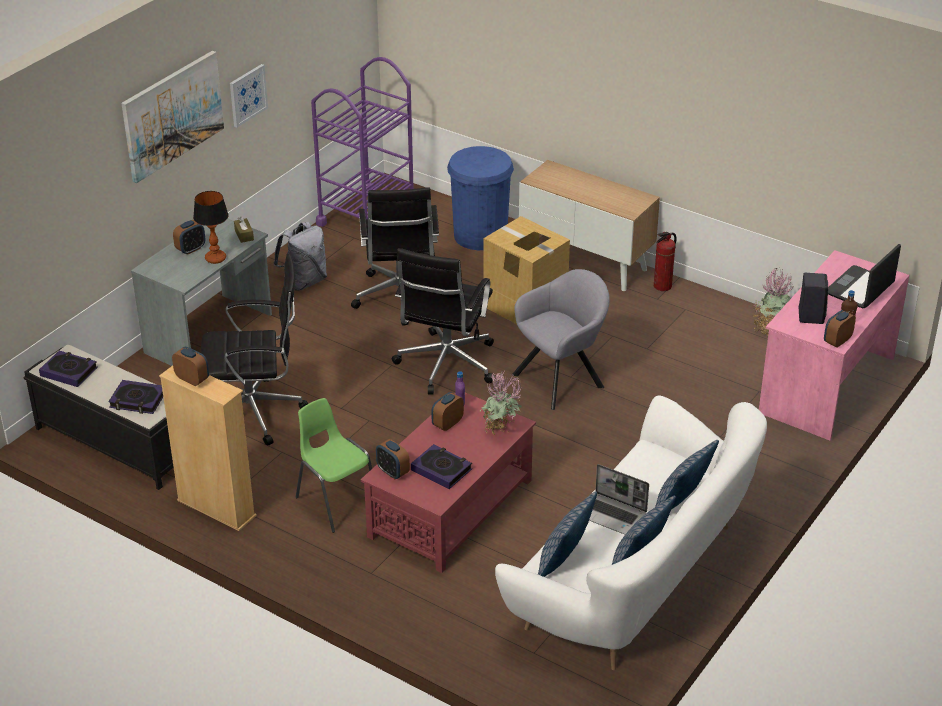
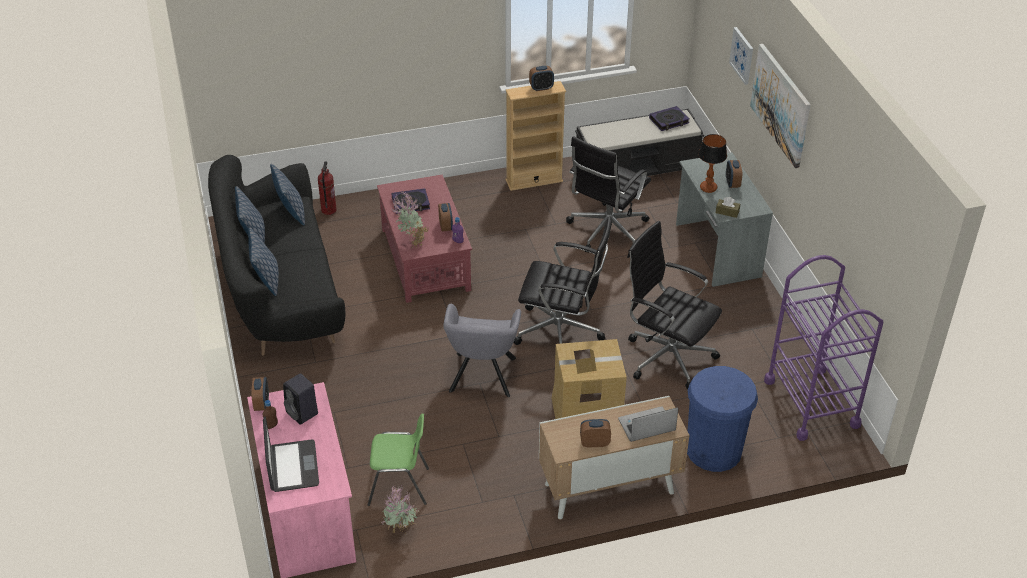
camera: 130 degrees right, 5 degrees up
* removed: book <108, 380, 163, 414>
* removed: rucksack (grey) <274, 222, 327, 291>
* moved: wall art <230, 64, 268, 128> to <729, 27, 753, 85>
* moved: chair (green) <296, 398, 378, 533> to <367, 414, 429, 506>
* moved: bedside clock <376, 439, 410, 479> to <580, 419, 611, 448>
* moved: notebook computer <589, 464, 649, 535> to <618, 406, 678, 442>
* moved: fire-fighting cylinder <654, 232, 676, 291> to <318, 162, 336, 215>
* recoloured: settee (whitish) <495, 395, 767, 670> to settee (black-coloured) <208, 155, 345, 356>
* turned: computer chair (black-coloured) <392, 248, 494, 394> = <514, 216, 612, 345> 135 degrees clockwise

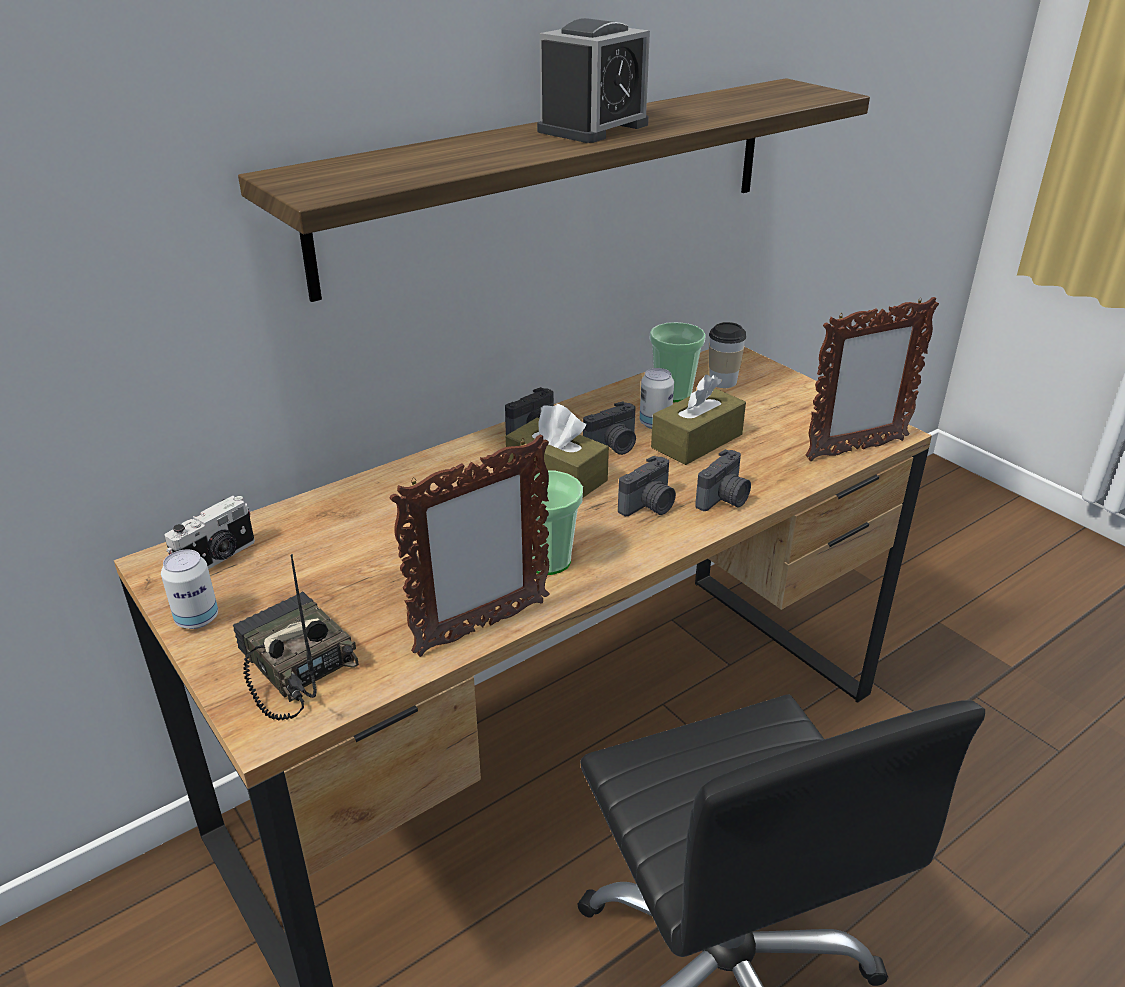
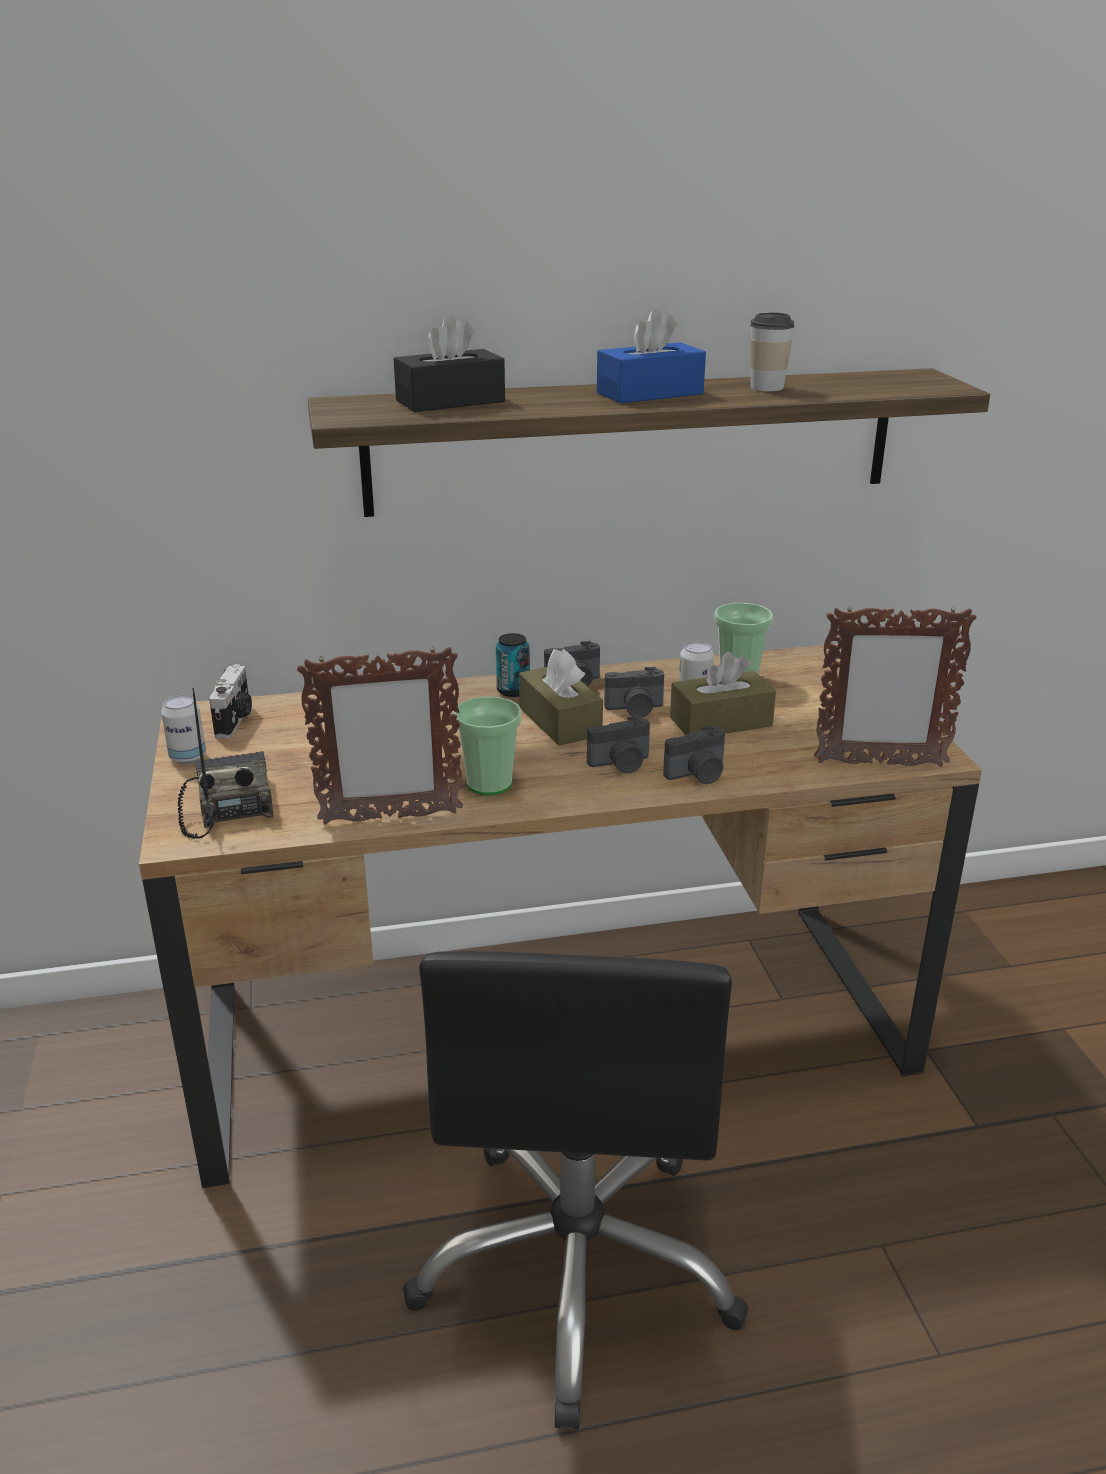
camera: 25 degrees right, 5 degrees down
* added: tissue holder (black-coloured) <394, 314, 505, 412>
* added: sealed can <496, 633, 530, 697>
* moved: small cup <709, 322, 747, 388> to <750, 312, 795, 391>
* replaced: bedside clock <537, 18, 650, 143> to tissue holder (bluish) <597, 308, 706, 404>
* turned: photo camera <164, 496, 255, 569> = <209, 664, 252, 739> 60 degrees counterclockwise

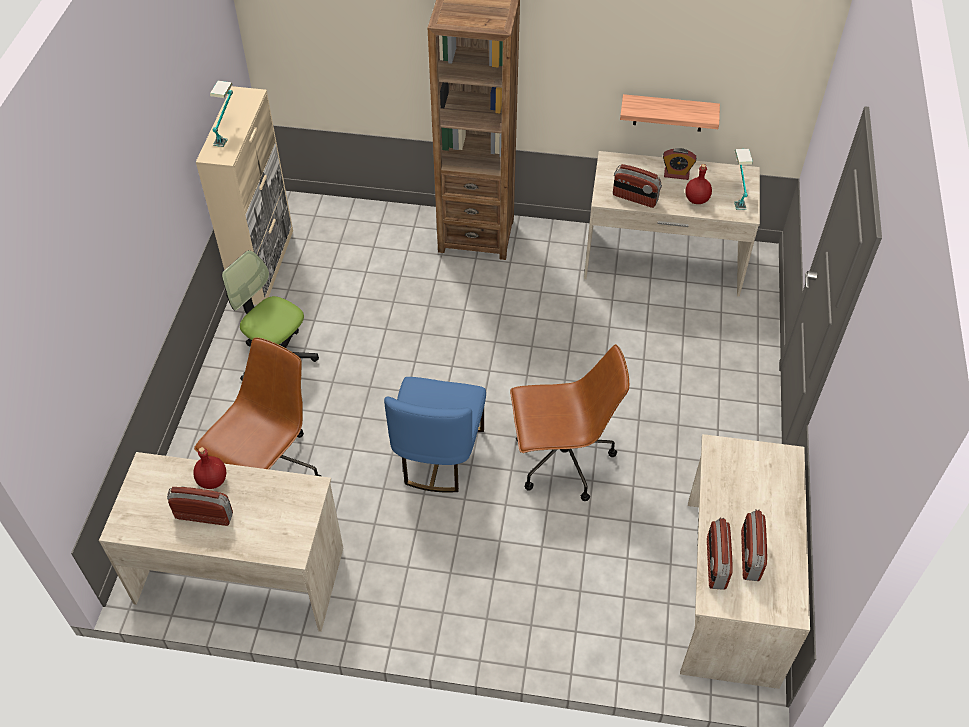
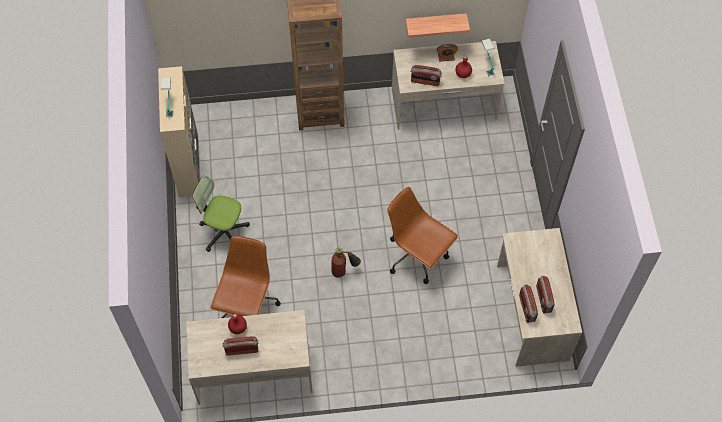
camera: 15 degrees left, 10 degrees up
* replaced: chair (bluish) <384, 377, 486, 492> to fire-fighting cylinder <331, 247, 361, 278>
* turned: computer chair (brown-coloured) <510, 344, 629, 501> = <387, 187, 458, 284> 120 degrees counterclockwise

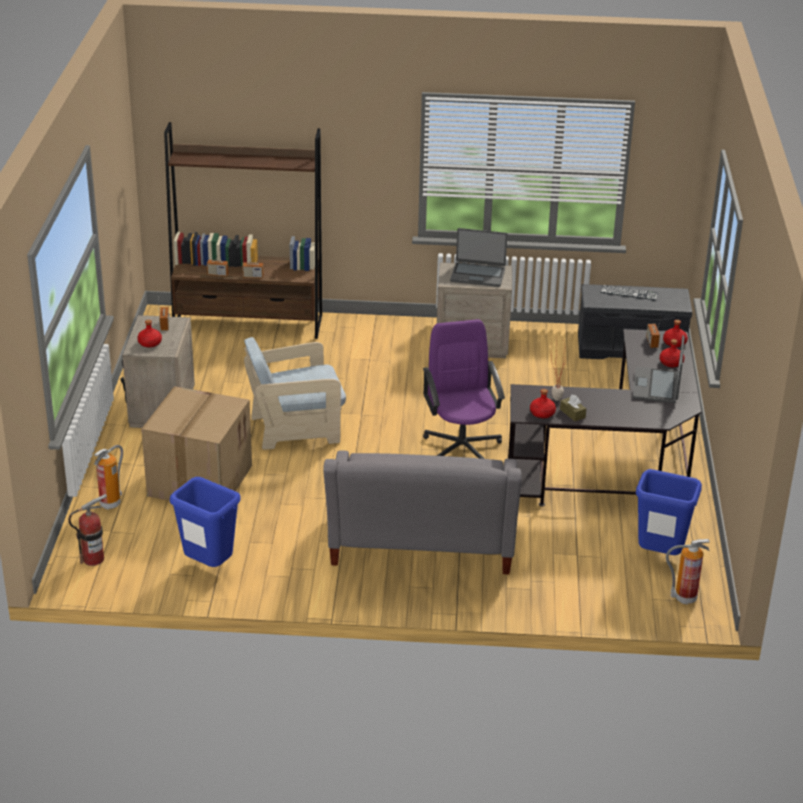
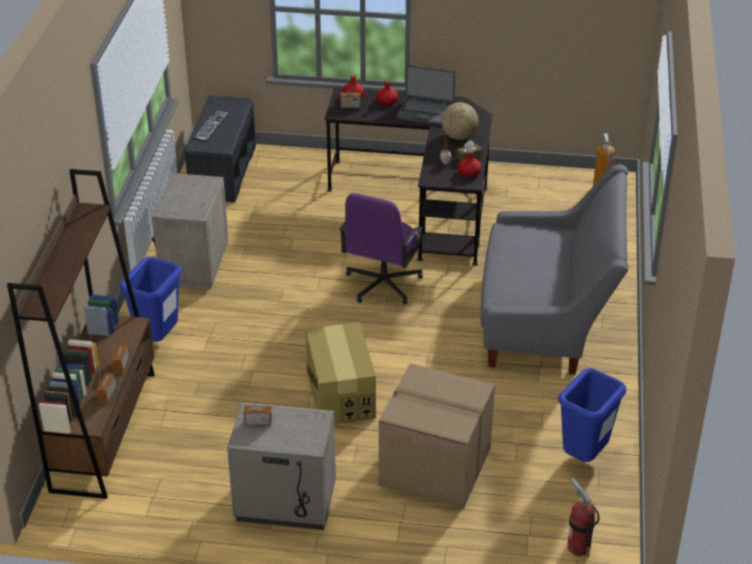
camera: 85 degrees left, 5 degrees up
* removed: fire-fighting cylinder <94, 445, 123, 509>
* removed: drink bottle (red-coloured) <137, 320, 162, 348>
* removed: notebook computer <450, 228, 507, 287>
* added: desk globe <441, 102, 478, 140>
* moved: rubbish bin (bluish) <636, 469, 702, 555> to <120, 257, 182, 342>
* replaced: armchair (beige-coloured) <244, 337, 346, 450> to cardboard box <305, 322, 376, 424>
* turned: computer chair (purple) <423, 319, 505, 459> = <339, 193, 424, 305> 60 degrees counterclockwise

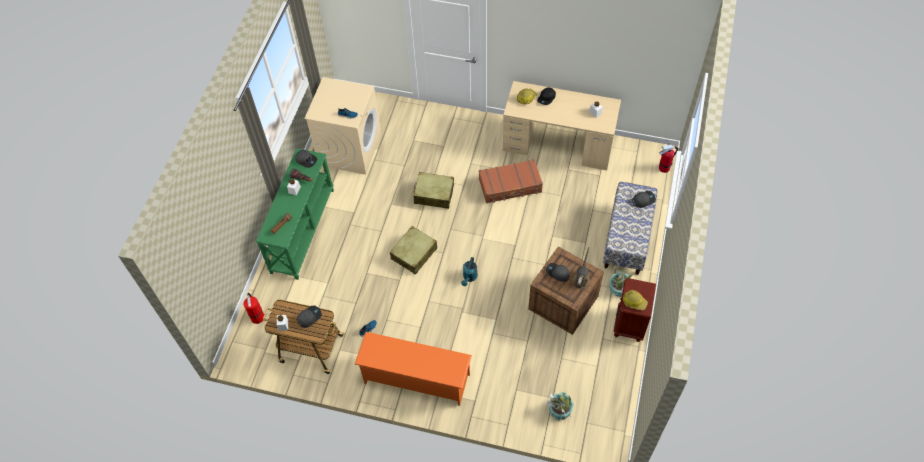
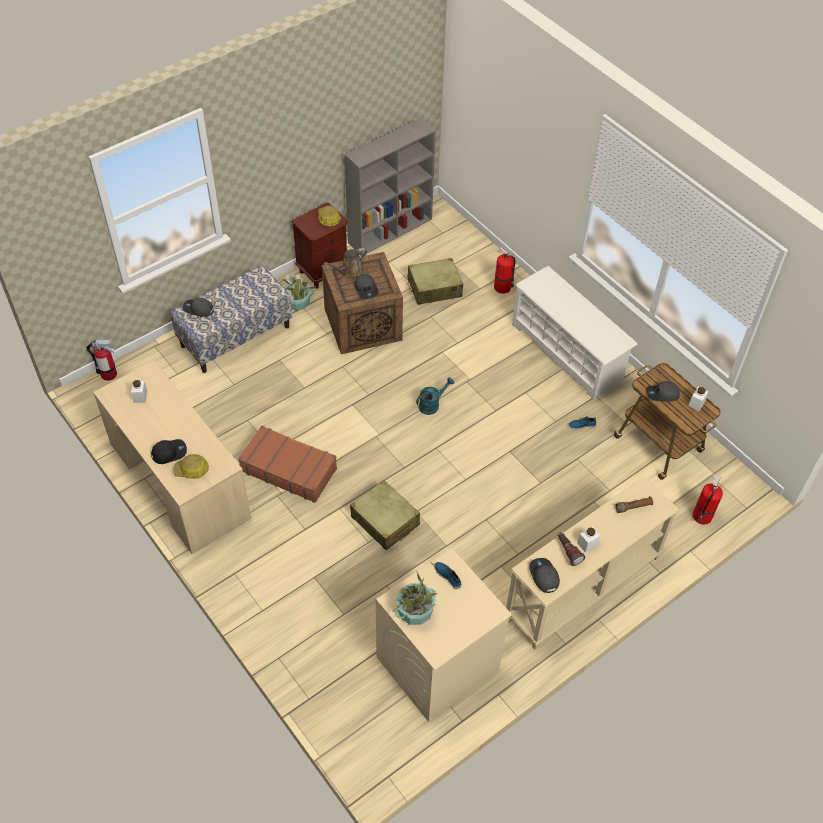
camera: 145 degrees left, 5 degrees down
* added: bookshelf (grey) <344, 118, 436, 256>
* added: fire-fighting cylinder <494, 247, 516, 294>
* moved: travel case (beige-coloured) <390, 226, 437, 275> to <408, 258, 463, 305>
* moved: potted plant <547, 392, 574, 421> to <392, 572, 438, 625>
* recoloured: console table (green) <256, 148, 334, 280> to console table (beige-coloured) <506, 477, 679, 650>
* recoloured: shoe stand (orange-coloured) <355, 332, 472, 406> to shoe stand (whitish) <512, 266, 638, 400>

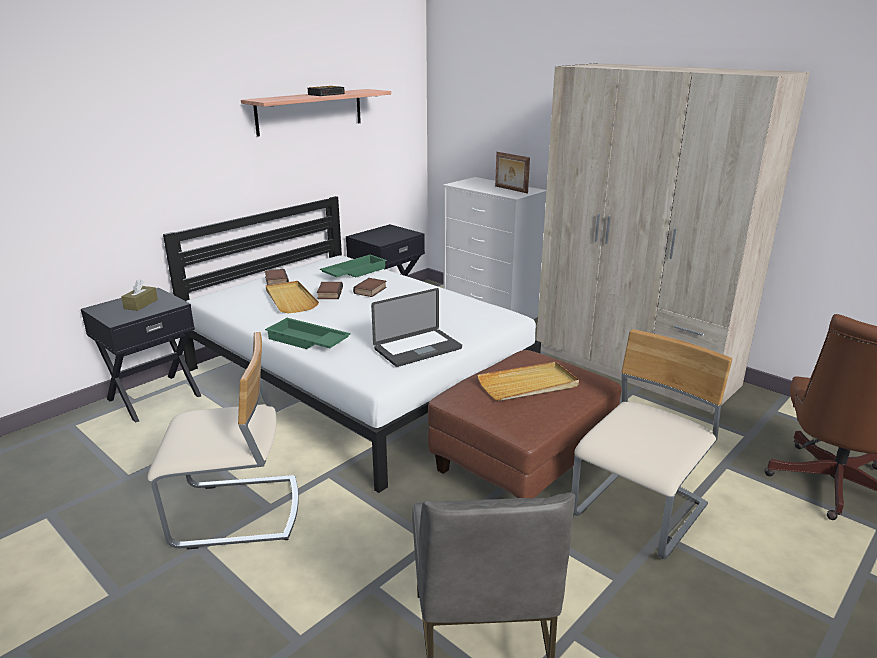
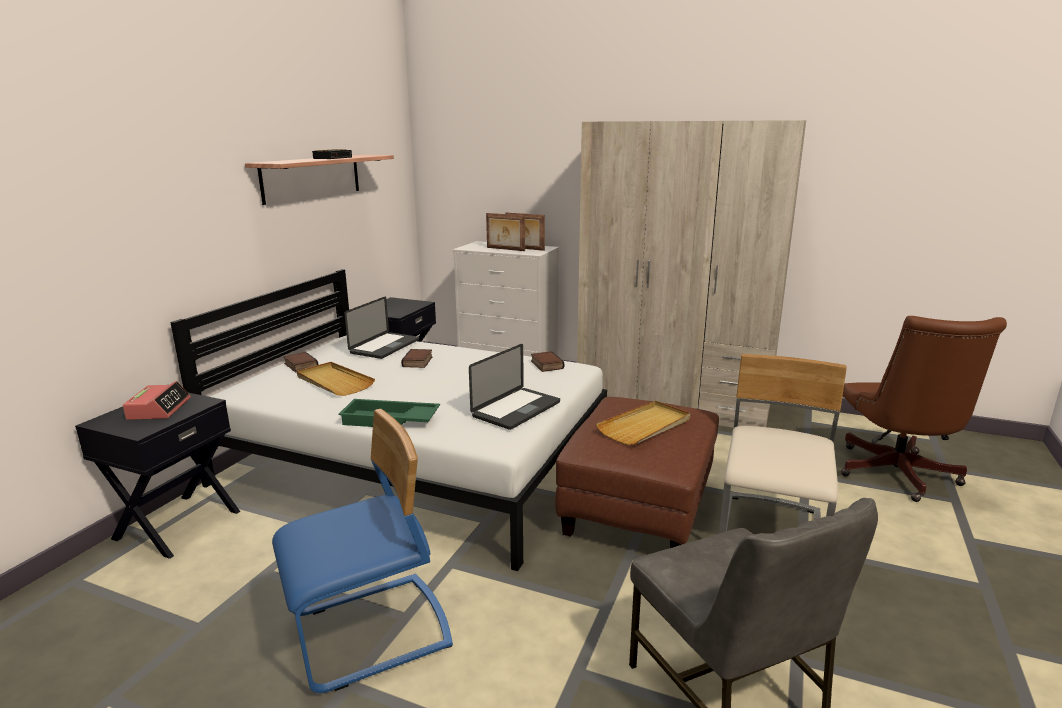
camera: 20 degrees left, 5 degrees down
* added: standing frame <486, 213, 525, 251>
* moved: book <317, 282, 343, 299> to <531, 351, 564, 372>
* replaced: tissue holder (brown-coloured) <121, 279, 158, 311> to bedside clock <123, 381, 191, 420>
* replaced: serving tray (green) <320, 255, 387, 278> to notebook computer <344, 297, 419, 359>
* recoloured: chair (beige-coloured) <147, 332, 299, 549> to chair (bluish) <272, 409, 453, 693>

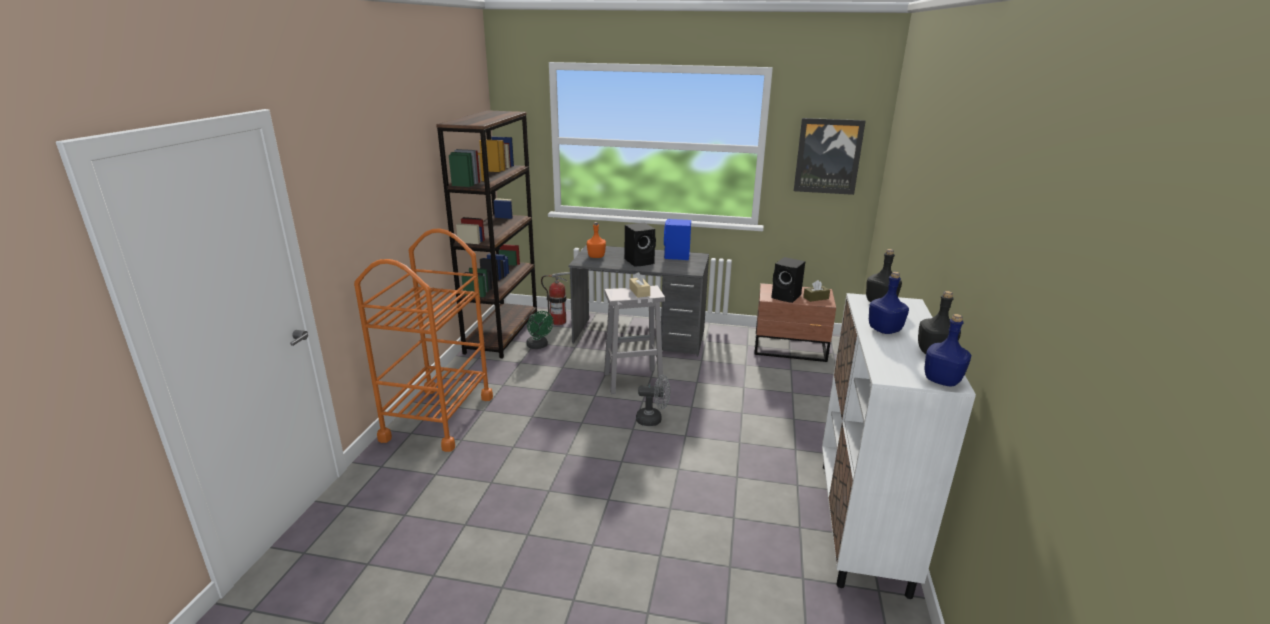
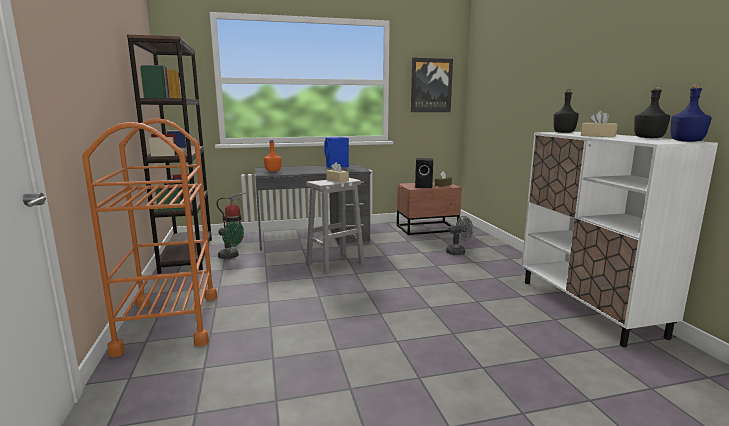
camera: 25 degrees left, 10 degrees down
* removed: audio speaker (black-coloured) <625, 223, 656, 267>
* moved: cooling fan (grey) <636, 375, 671, 426> to <446, 216, 474, 255>
* replaced: drink bottle (bluish) <869, 272, 909, 334> to tissue holder (beige-coloured) <581, 111, 618, 137>

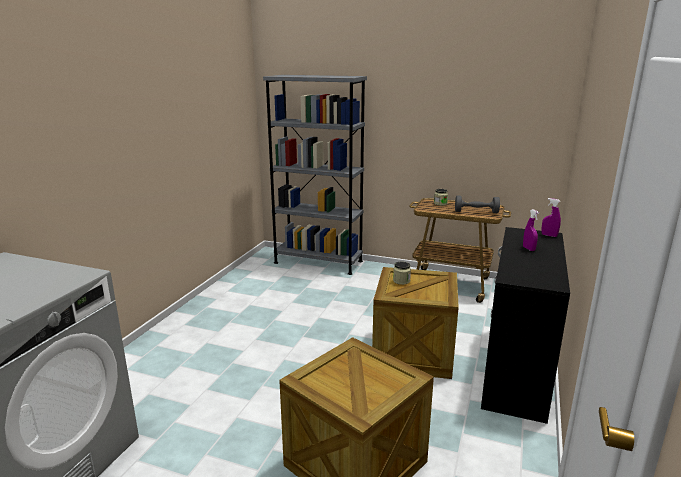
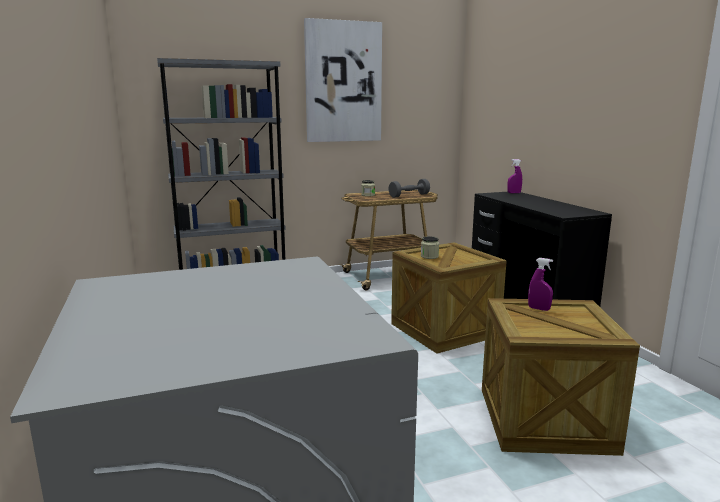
camera: 40 degrees left, 5 degrees down
* added: wall art <304, 18, 382, 142>
* moved: spray bottle (purple) <523, 209, 539, 251> to <528, 258, 553, 311>

